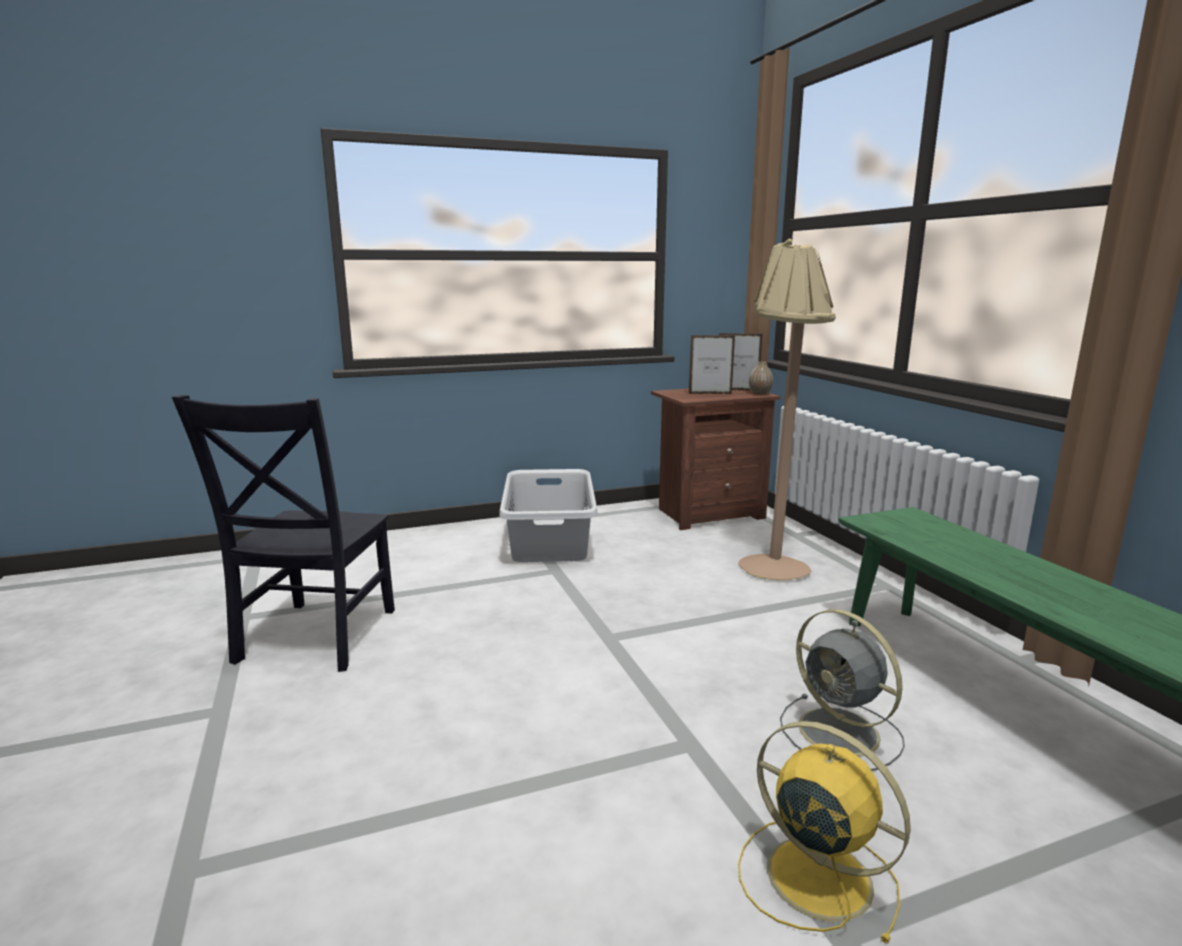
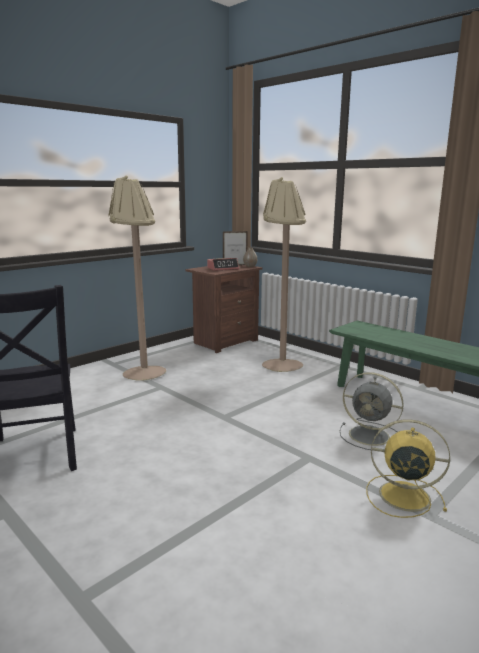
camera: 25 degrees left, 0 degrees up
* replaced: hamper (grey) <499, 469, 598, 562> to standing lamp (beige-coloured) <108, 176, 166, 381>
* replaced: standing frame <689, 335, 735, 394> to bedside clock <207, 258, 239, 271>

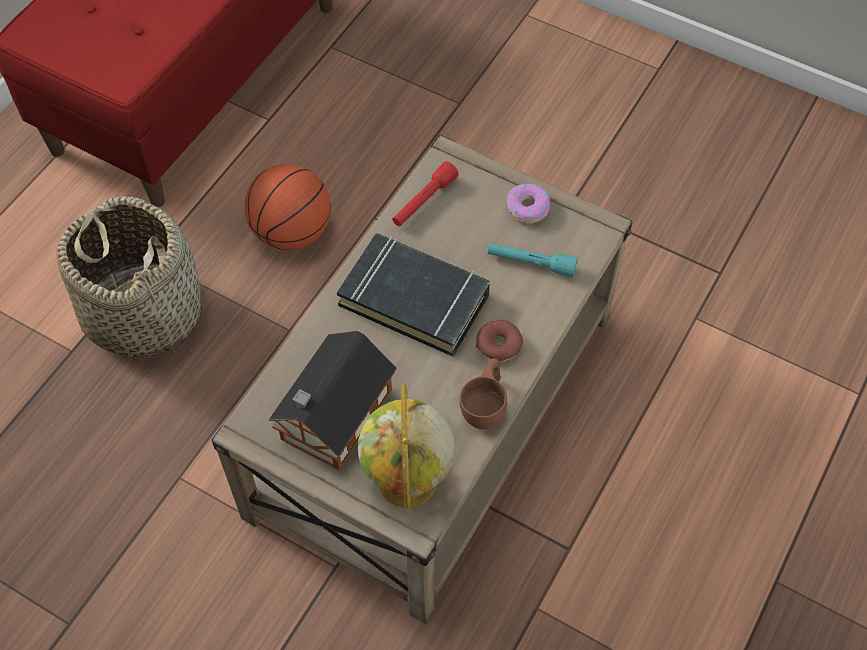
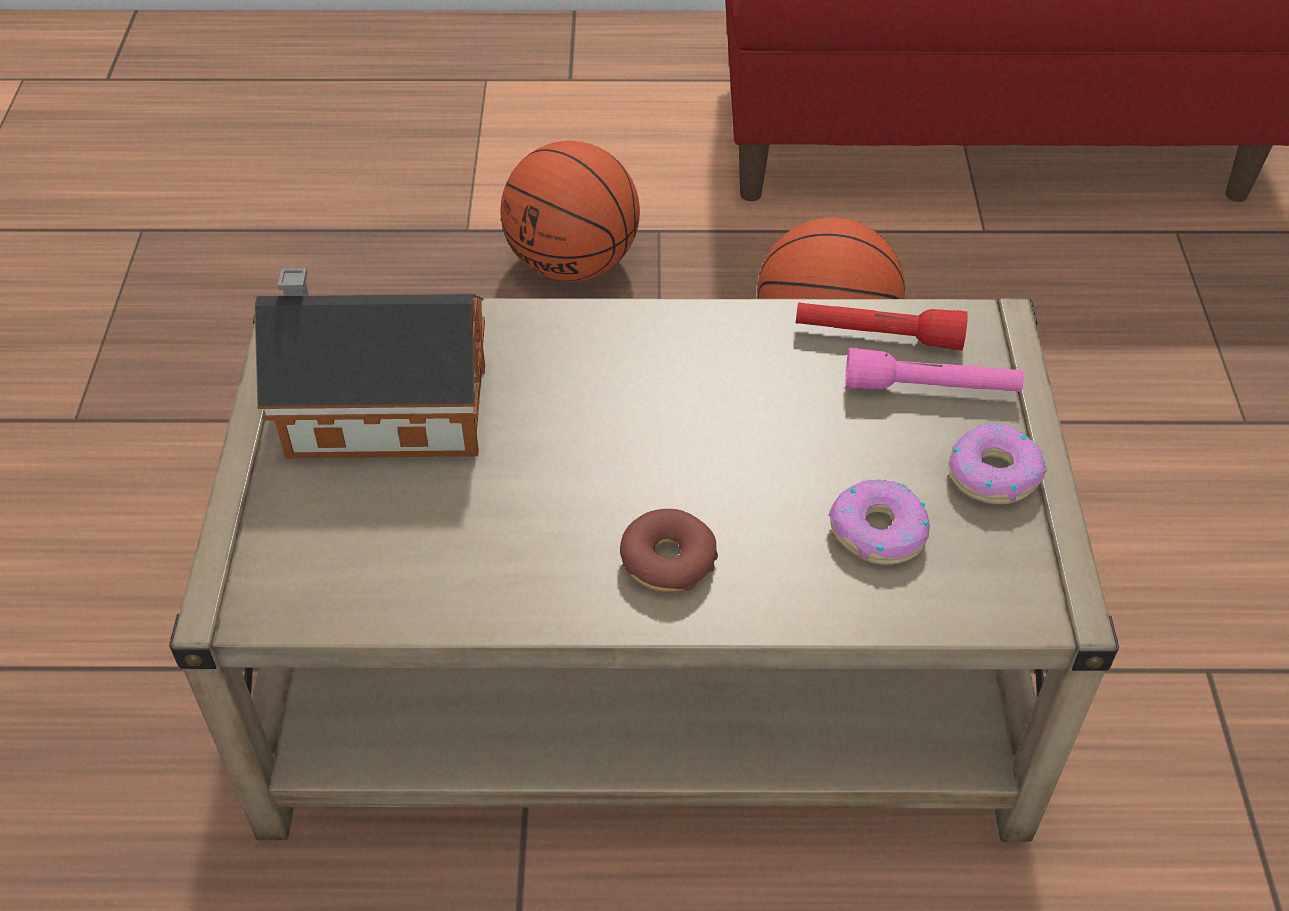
camera: 60 degrees right, 10 degrees down
* removed: book (black-coloured) <337, 234, 490, 357>
* removed: desk globe <358, 383, 455, 508>
* removed: small cup (brown-coloured) <460, 358, 507, 429>
* added: hand torch (pink) <845, 348, 1024, 392>
* replaced: household basket <56, 196, 202, 358> to basketball <501, 141, 640, 282>
* replaced: hand torch (turquoise-coloured) <488, 243, 578, 278> to ring doughnut <828, 479, 930, 565>

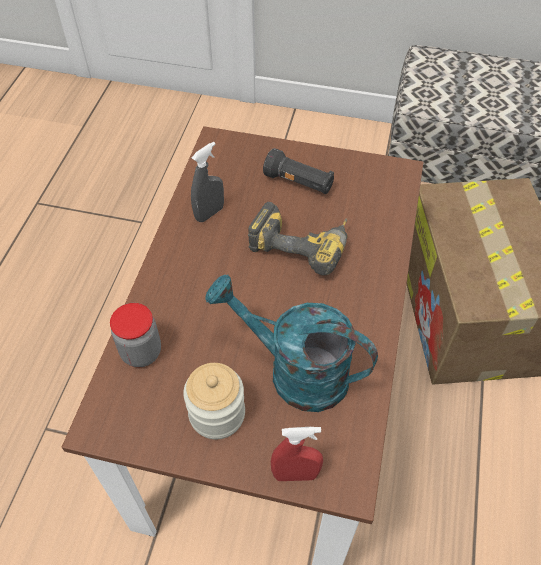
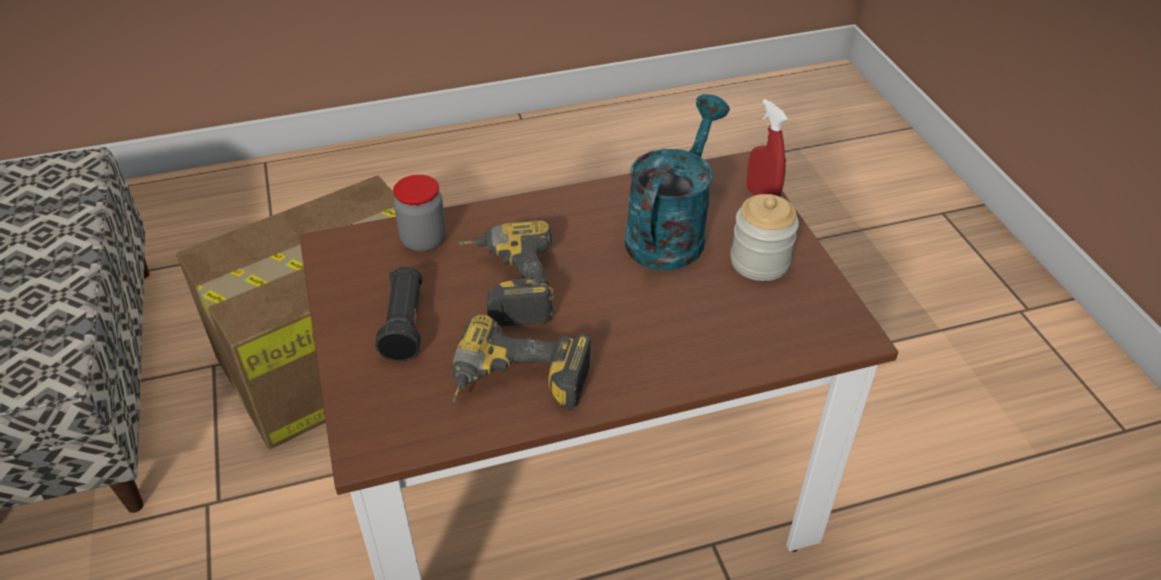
camera: 120 degrees left, 10 degrees down
* moved: storage jar <110, 303, 161, 367> to <393, 175, 446, 252>
* replaced: spray bottle (grey) <191, 142, 224, 222> to drill <451, 314, 591, 410>
* turned: watering can (turquoise-coloured) <205, 274, 378, 412> = <625, 94, 730, 270> 150 degrees counterclockwise

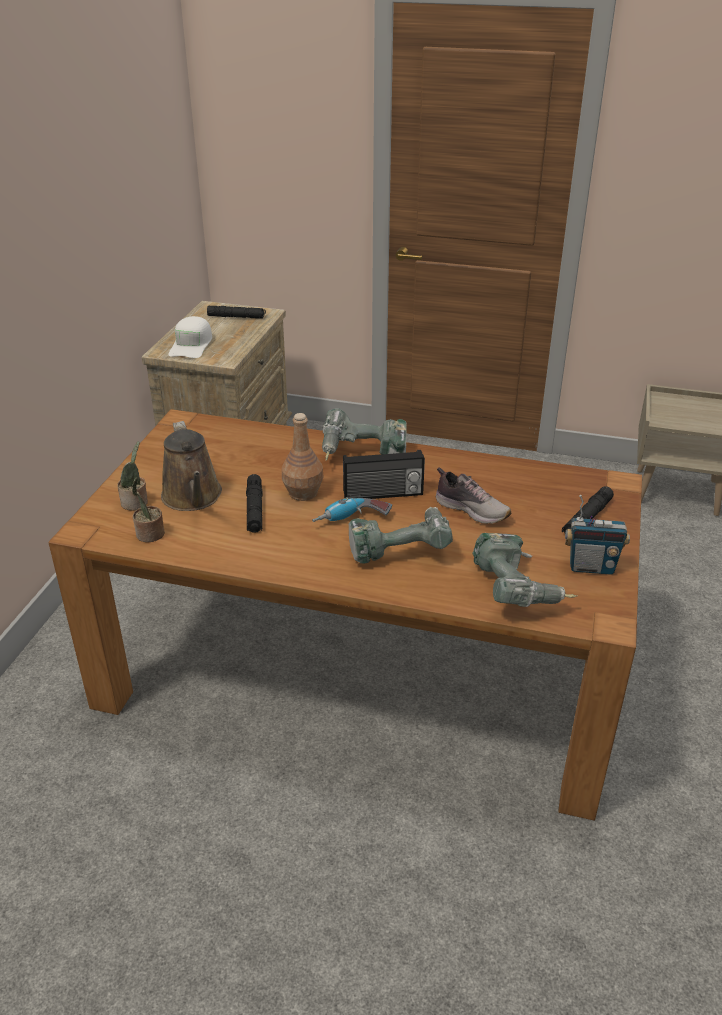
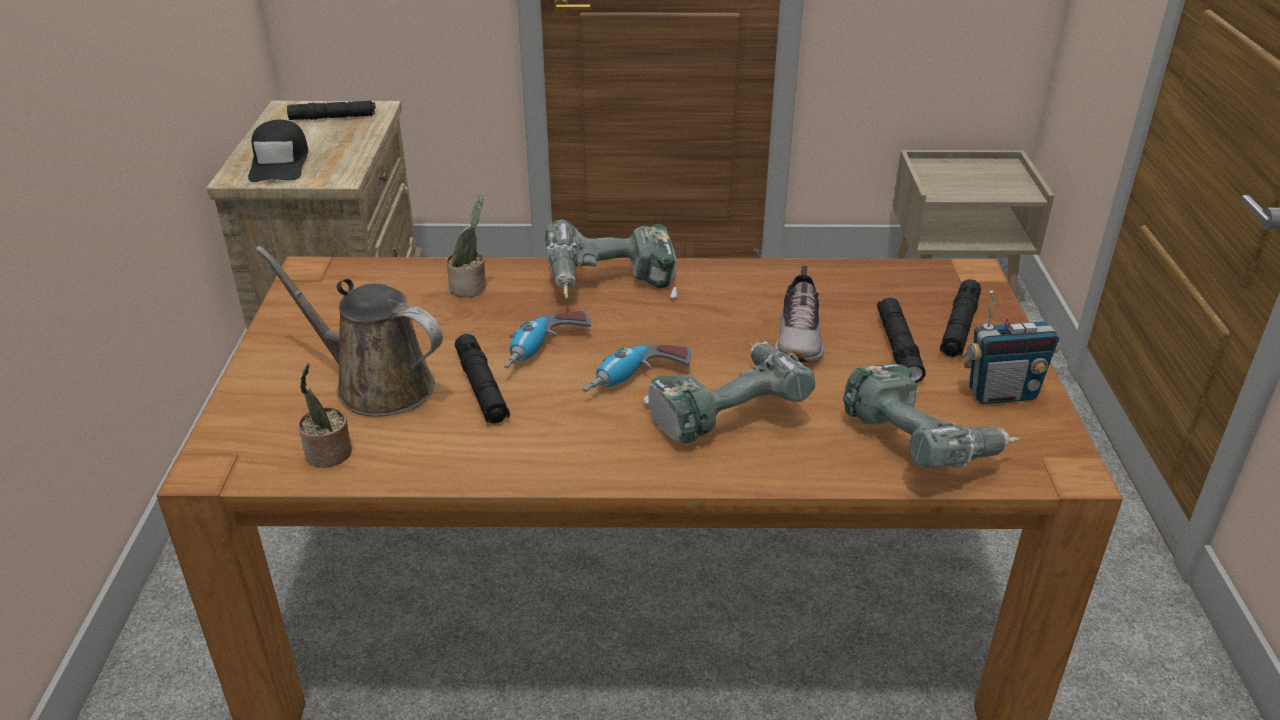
camera: 15 degrees left, 0 degrees up
* removed: radio set <343, 450, 425, 499>
* added: hand torch (black-coloured) <877, 298, 926, 383>
* moved: potted plant <117, 441, 148, 510> to <446, 195, 486, 297>
* replaced: drink bottle (brown-coloured) <282, 413, 324, 501> to drill <504, 311, 591, 369>
* recoloured: baseball cap (whitish) <168, 316, 212, 358> to baseball cap (black-coloured) <248, 120, 308, 182>
* turned: watering can (brown-coloured) <161, 421, 222, 511> = <255, 246, 443, 417> 150 degrees clockwise
* turned: item of footwear <436, 467, 511, 524> = <774, 265, 824, 363> 75 degrees clockwise

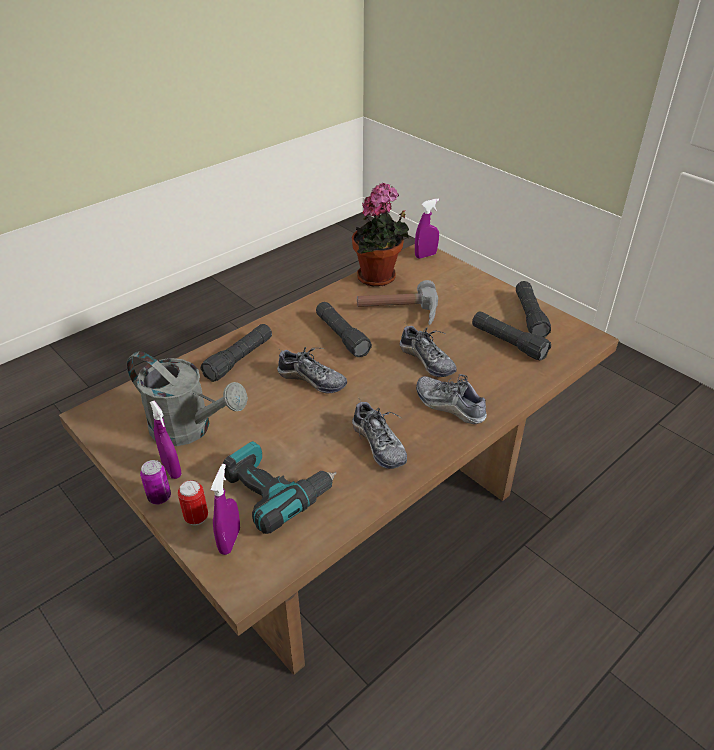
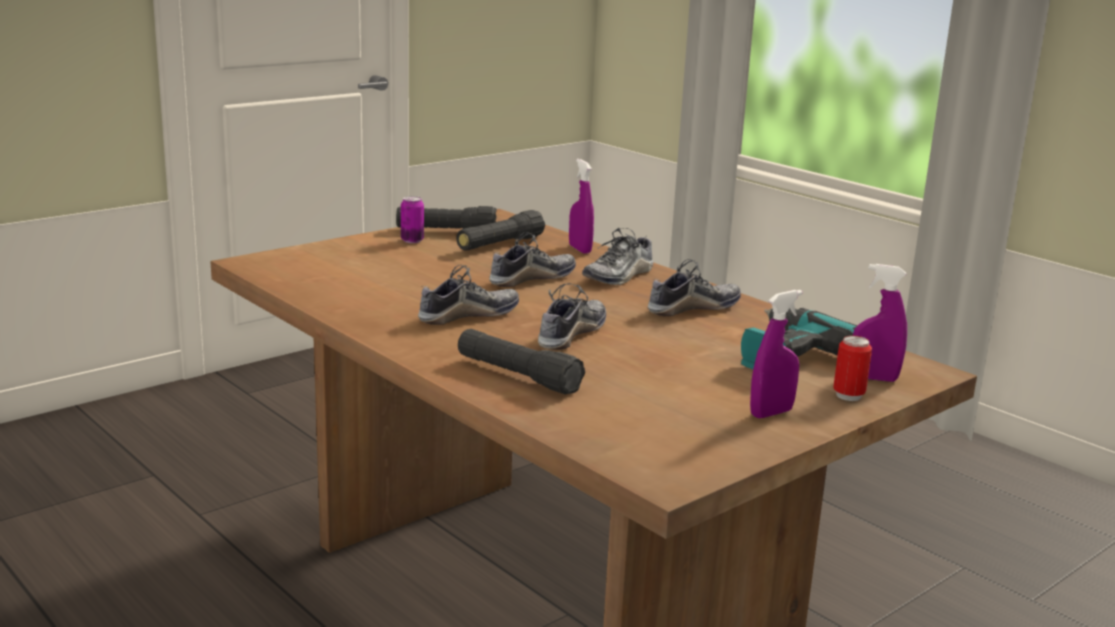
camera: 90 degrees left, 20 degrees down
* removed: watering can (grey) <126, 351, 248, 446>
* removed: potted plant <352, 183, 409, 286>
* removed: tool hammer <357, 280, 438, 325>
* moved: sealed can <140, 460, 171, 505> to <401, 196, 424, 243>
* moved: spray bottle (purple) <415, 198, 439, 258> to <569, 159, 594, 254>
* replaced: hand torch (black-coloured) <316, 302, 372, 357> to item of footwear <418, 265, 519, 325>

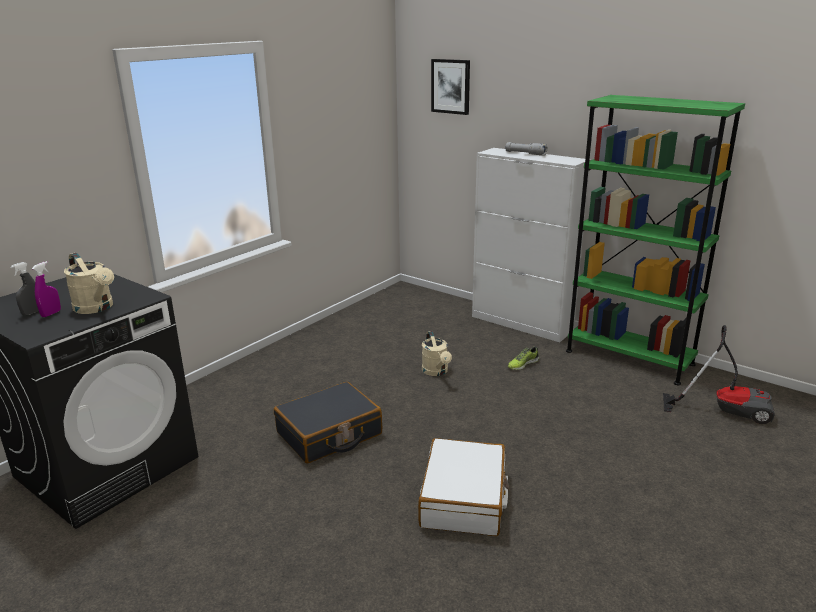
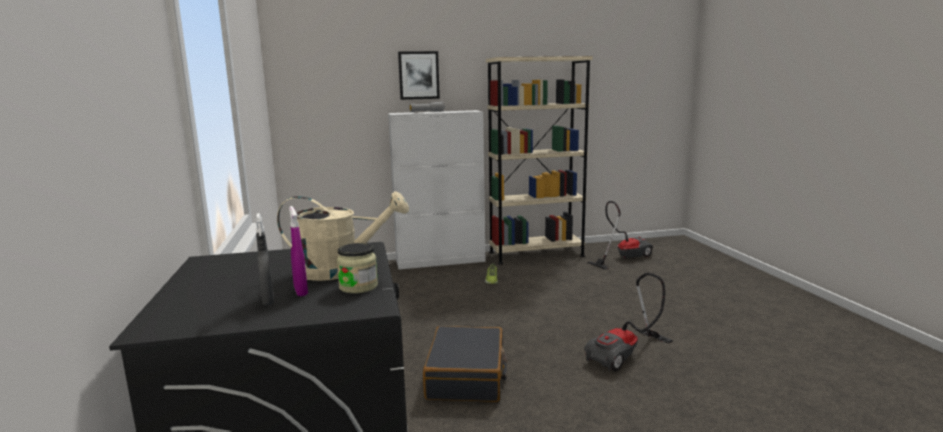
camera: 50 degrees left, 10 degrees down
* removed: watering can (beige-coloured) <422, 331, 452, 376>
* added: storage jar <337, 243, 378, 294>
* moved: wall art <431, 59, 470, 115> to <398, 51, 440, 100>
* replaced: travel case (whitish) <418, 438, 509, 536> to vacuum cleaner <584, 272, 673, 371>
* recoloured: bookshelf (green) <566, 95, 745, 385> to bookshelf (beige-coloured) <486, 56, 593, 265>

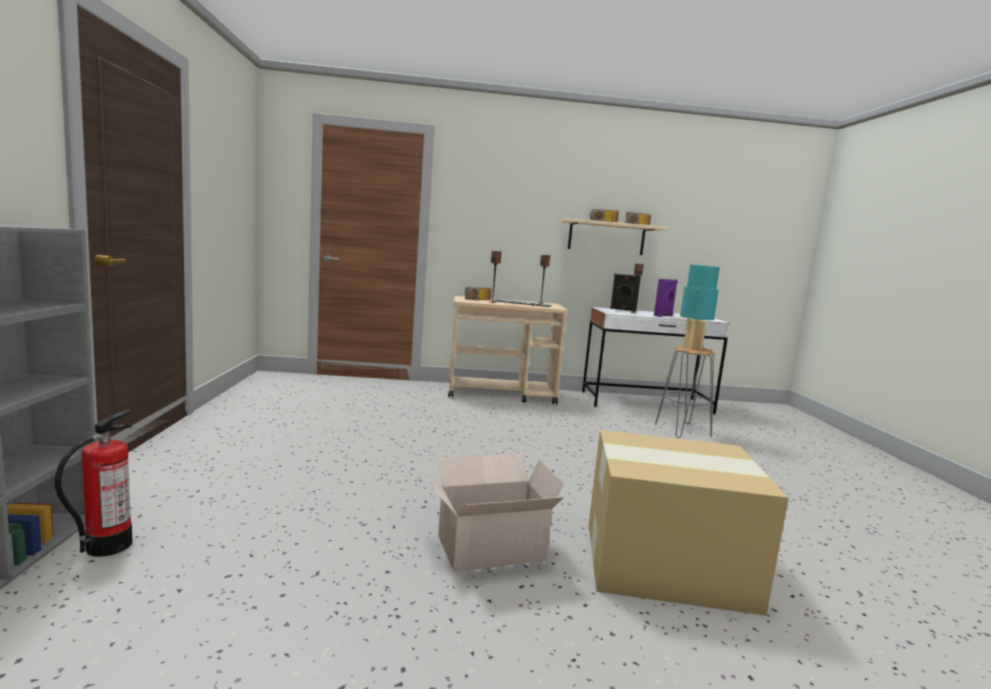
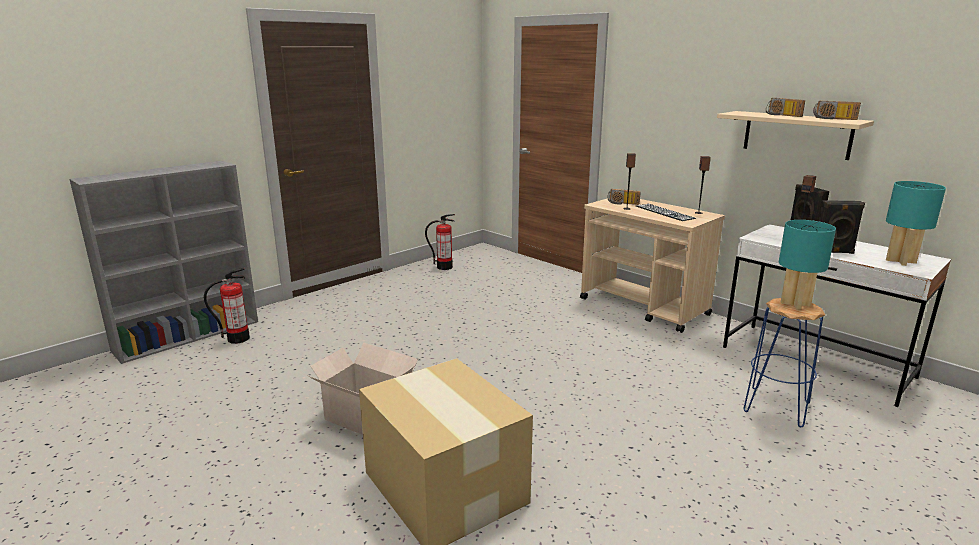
camera: 50 degrees right, 10 degrees up
* added: fire-fighting cylinder <425, 214, 455, 270>
* recoloured: audio speaker (purple) <654, 279, 678, 317> to audio speaker (black-coloured) <818, 200, 865, 254>
* recoloured: stool seat (grey) <655, 345, 715, 438> to stool seat (bluish) <744, 298, 825, 427>

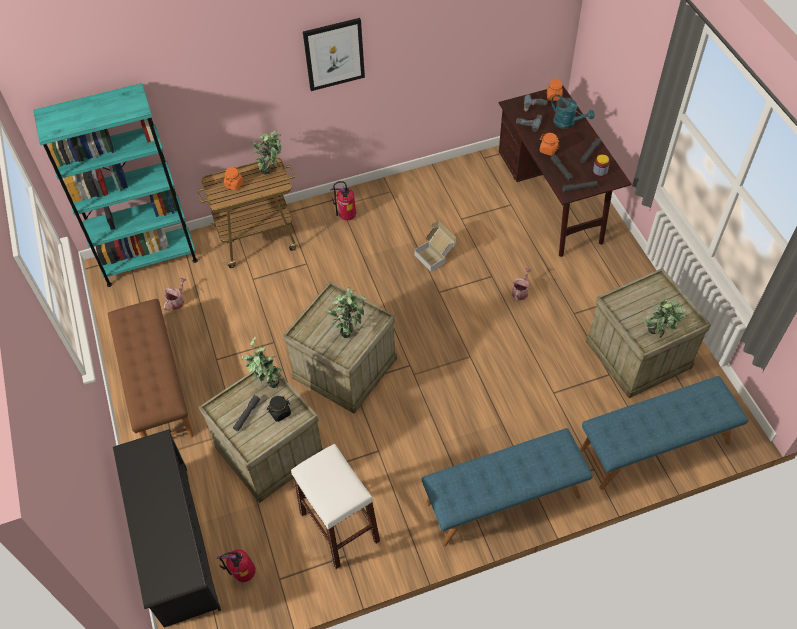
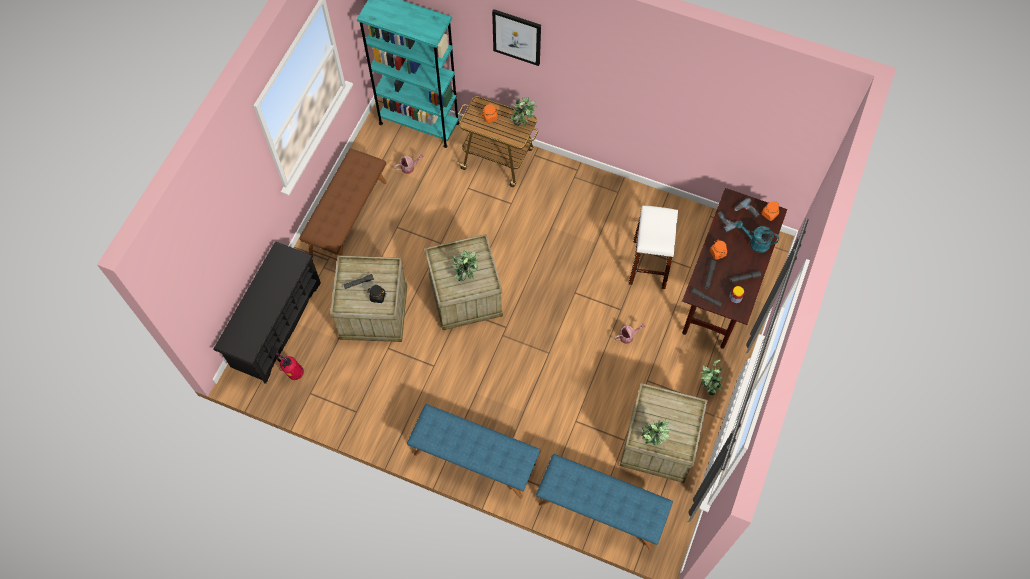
camera: 40 degrees right, 10 degrees up
* removed: fire-fighting cylinder <330, 181, 356, 221>
* removed: cardboard box <414, 221, 456, 272>
* moved: potted plant <242, 336, 283, 388> to <700, 359, 724, 395>
* moved: stool seat (whitish) <291, 444, 380, 569> to <628, 206, 678, 289>
* moved: wall art <303, 18, 365, 91> to <492, 9, 541, 66>
* turned: watering can (turquoise-coloured) <551, 95, 595, 129> = <736, 221, 779, 253> 120 degrees clockwise

